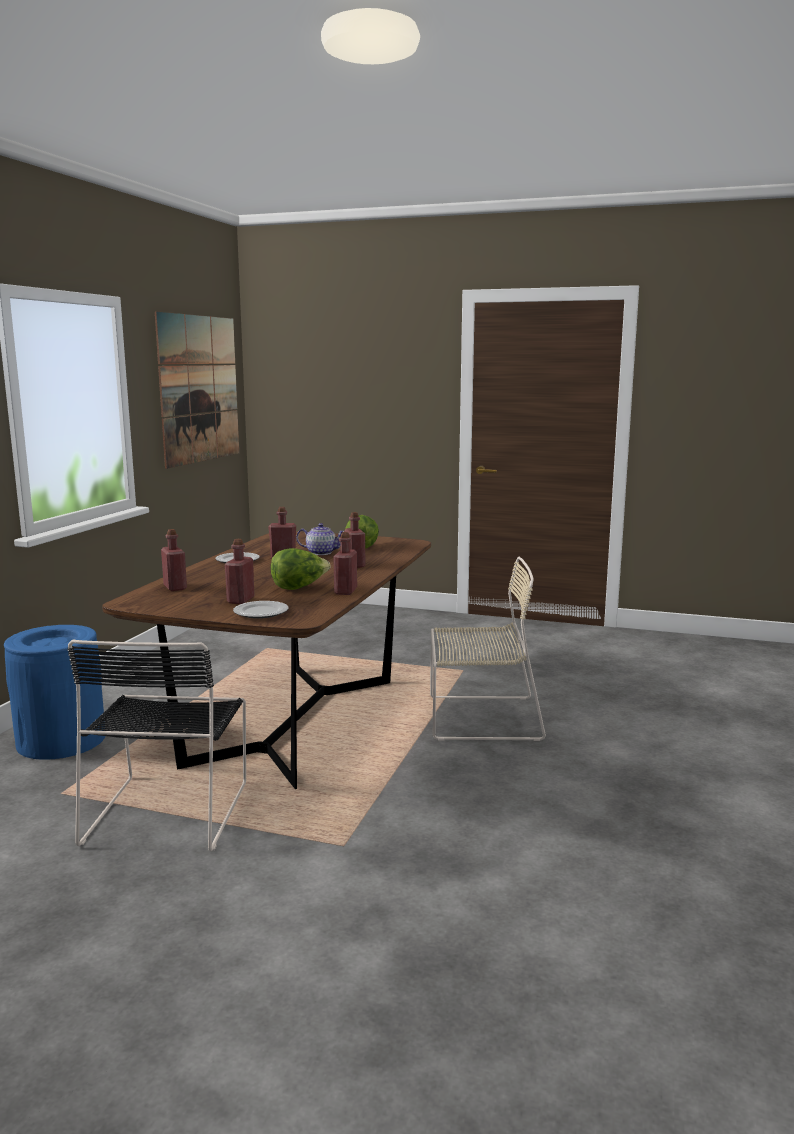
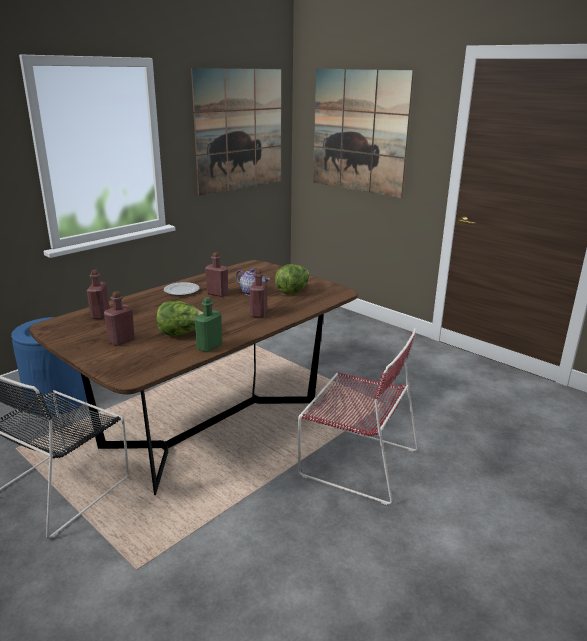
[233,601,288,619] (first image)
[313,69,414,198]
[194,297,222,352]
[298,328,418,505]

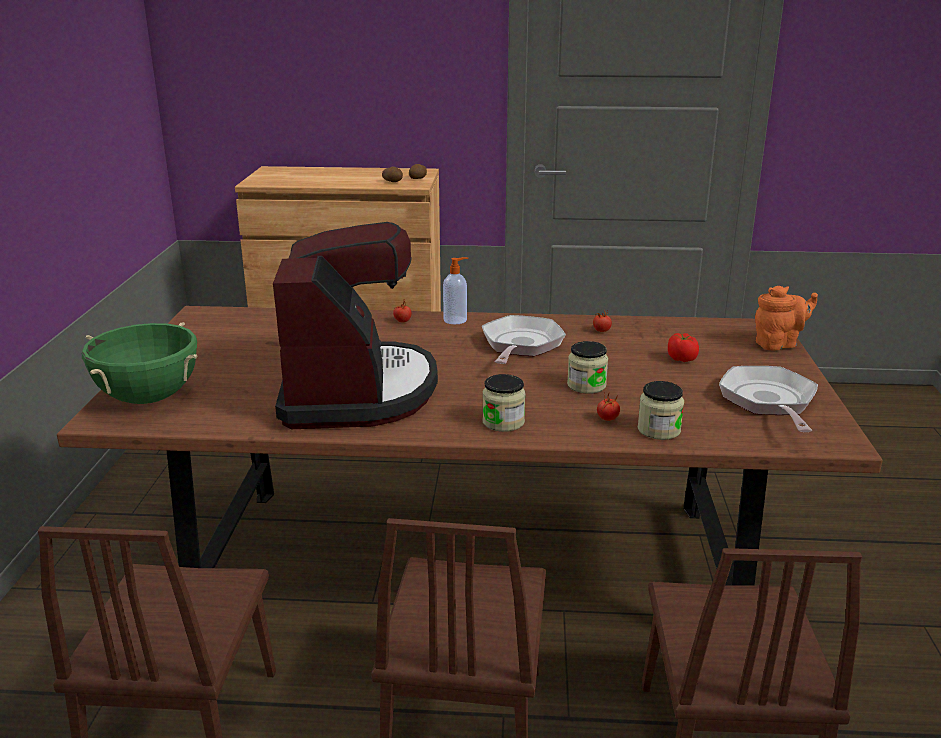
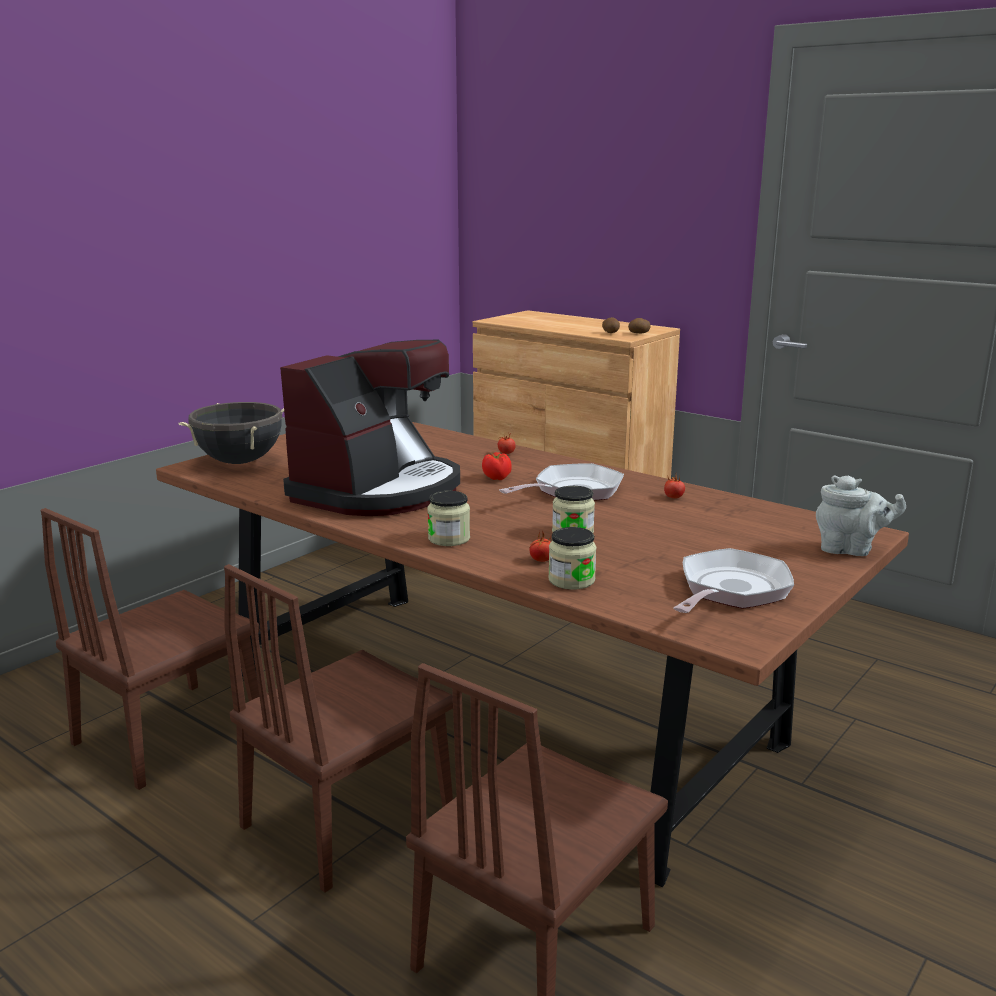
[443,257,468,324] (first image)
[482,452,512,480]
[178,402,284,464]
[816,475,906,556]

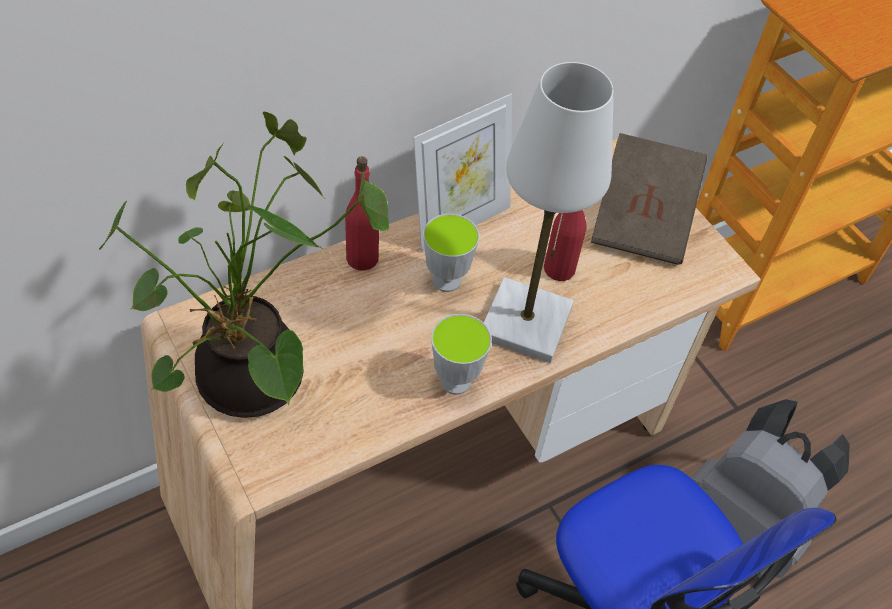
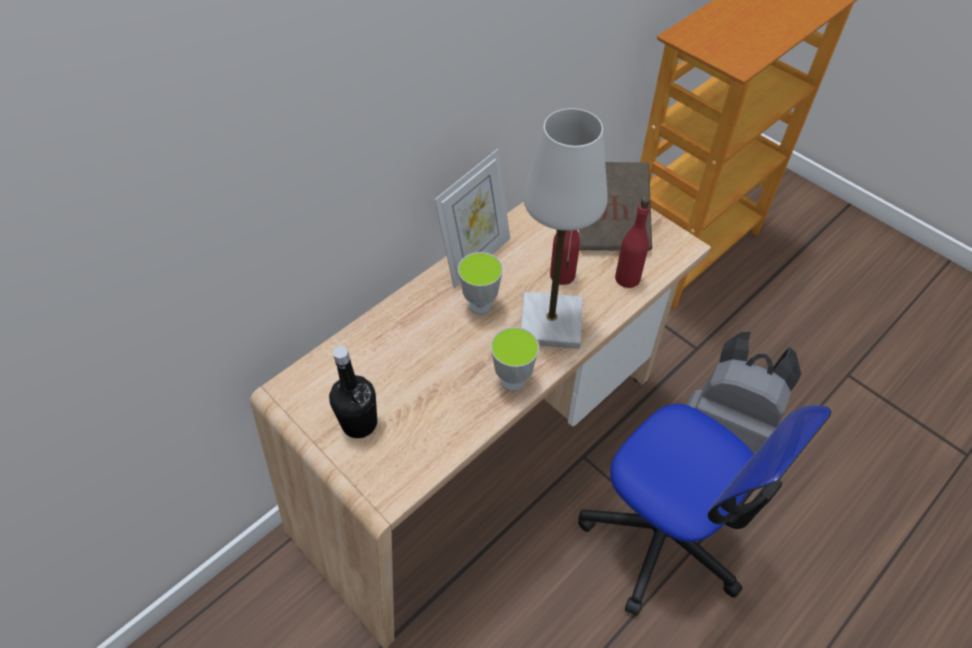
[615,197,650,288]
[329,346,377,438]

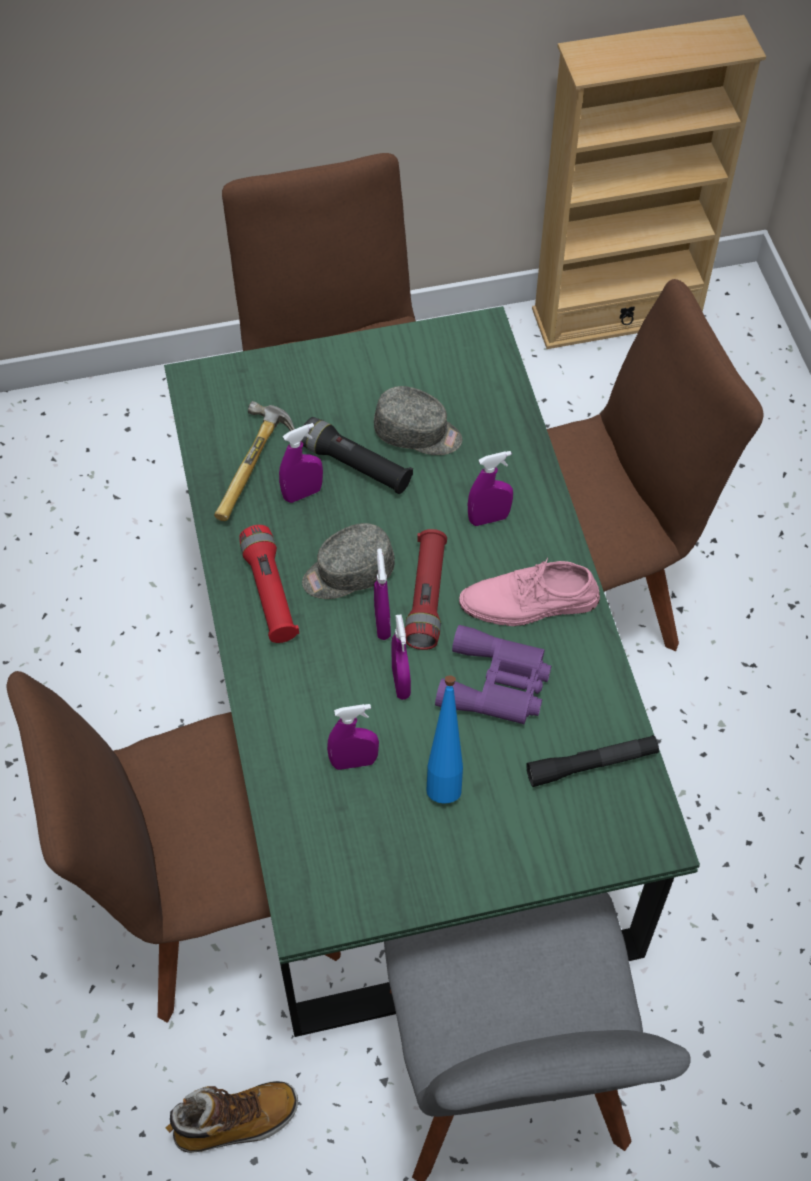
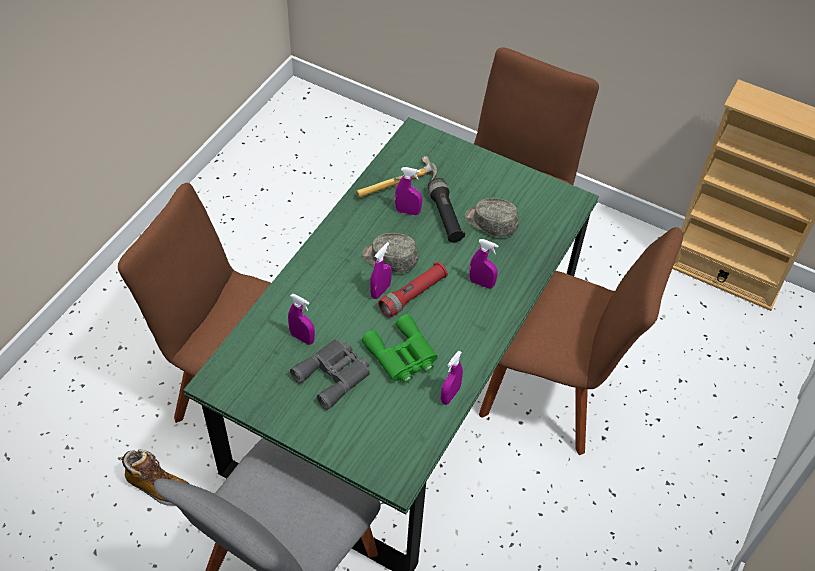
[239,525,299,643] (first image)
[459,558,600,626] (first image)
[526,735,659,787] (first image)
[441,351,463,405]
[290,339,370,410]
[362,314,438,383]
[465,198,519,237]

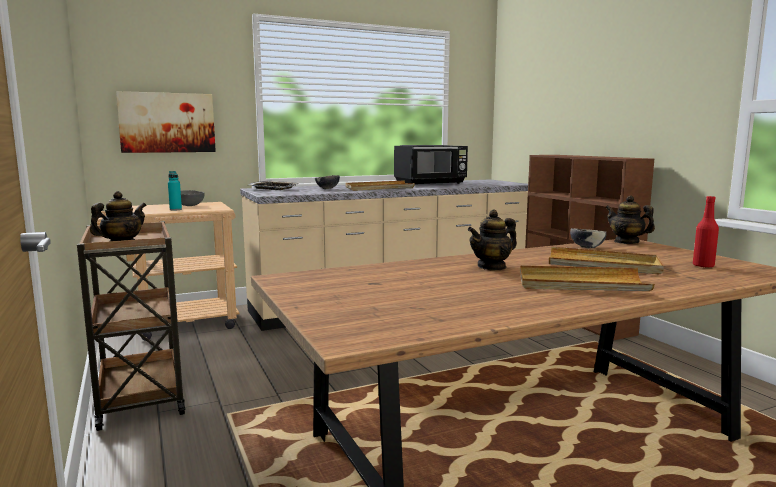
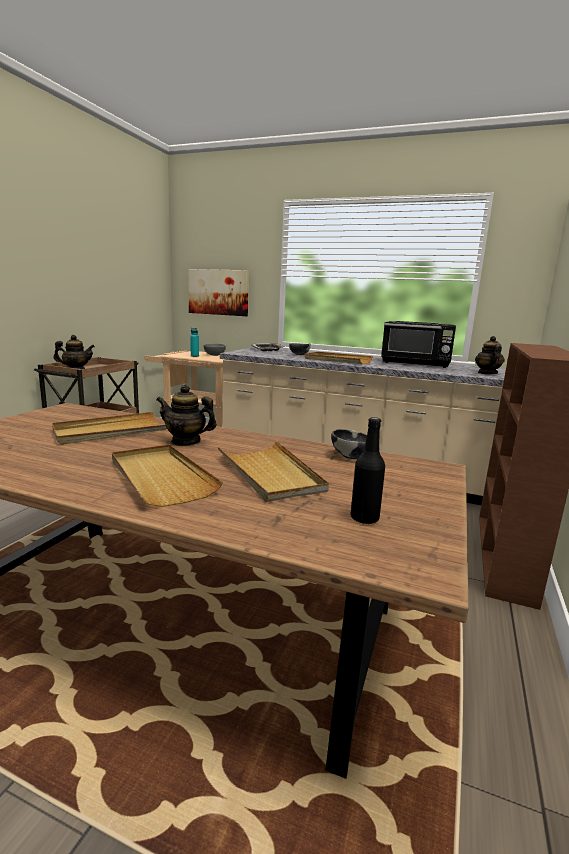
[52,412,167,445]
[475,336,505,374]
[351,417,385,524]

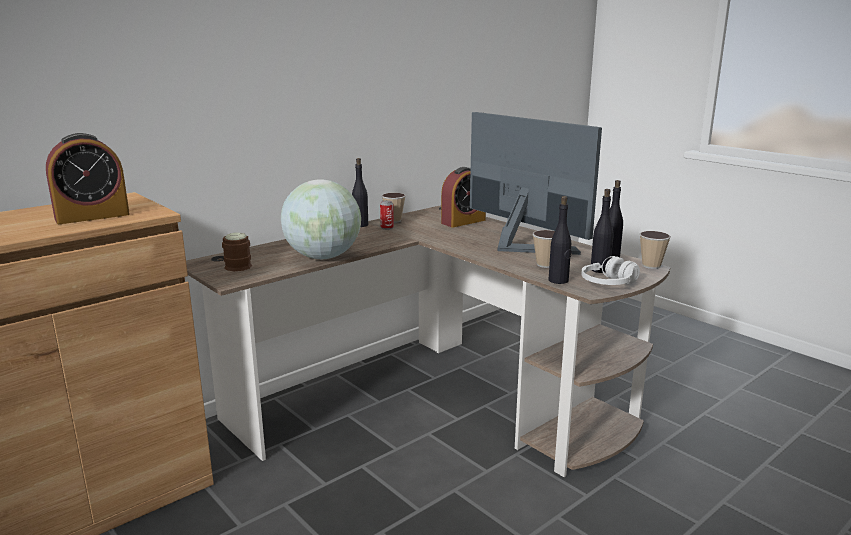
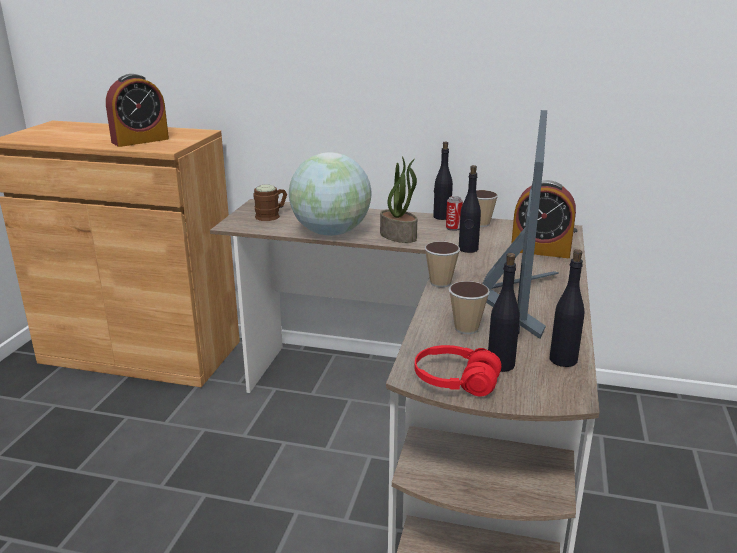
[380,156,417,243]
[459,165,481,253]
[425,241,460,287]
[414,345,501,397]
[106,74,169,147]

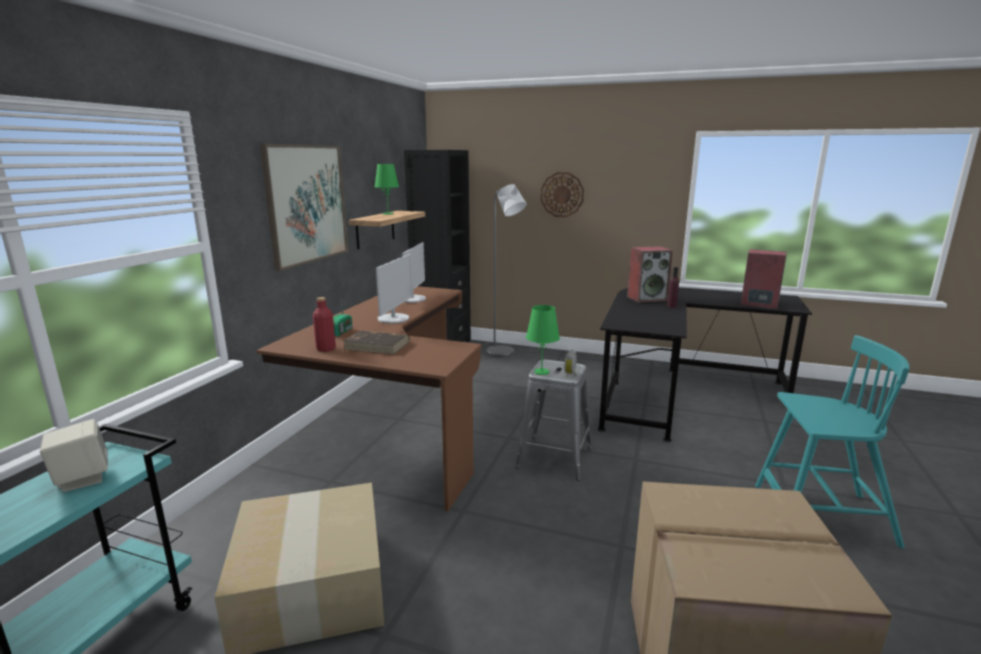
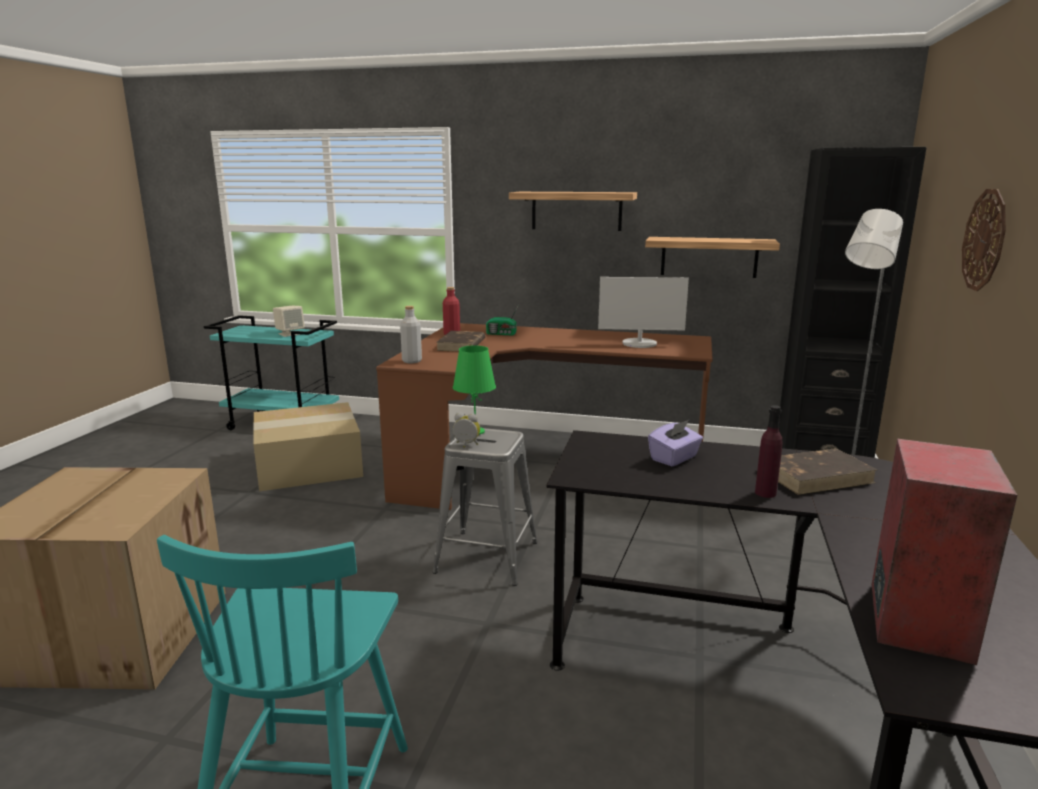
[375,164,399,215] (first image)
[376,254,413,324] (first image)
[400,306,422,363]
[648,420,703,466]
[509,192,637,231]
[778,448,877,495]

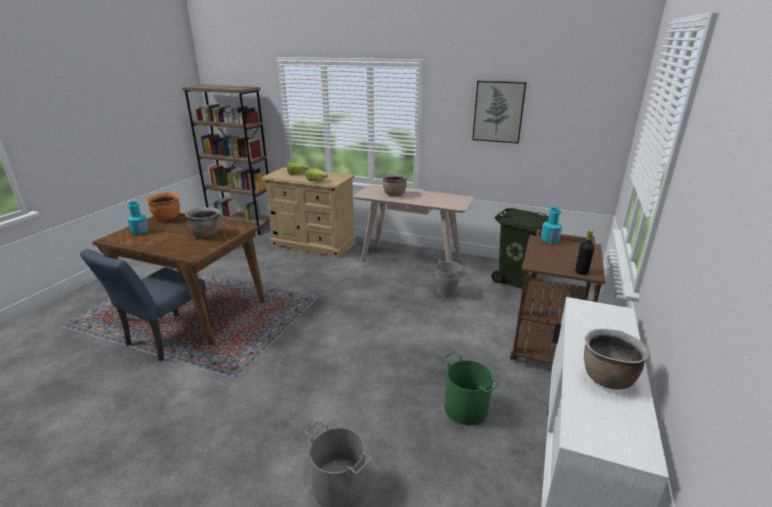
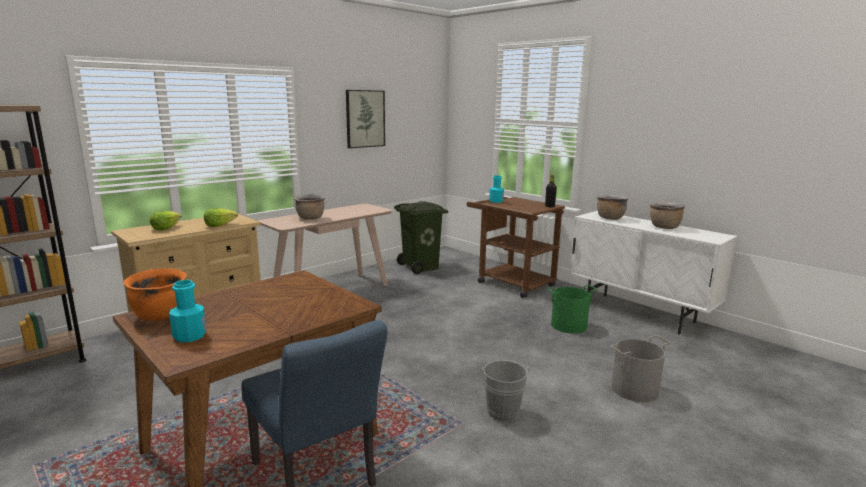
[597,194,629,220]
[482,360,529,422]

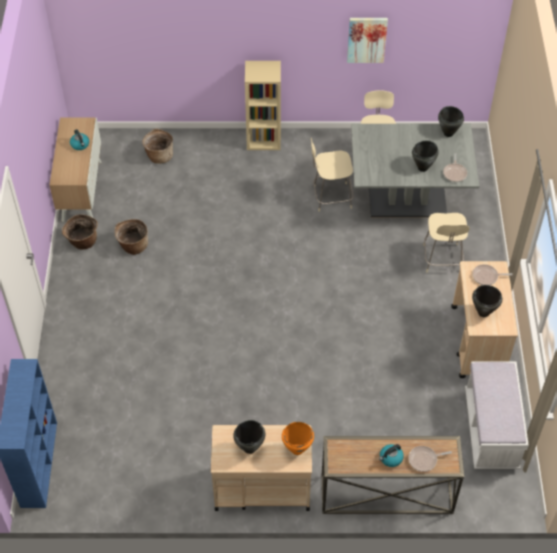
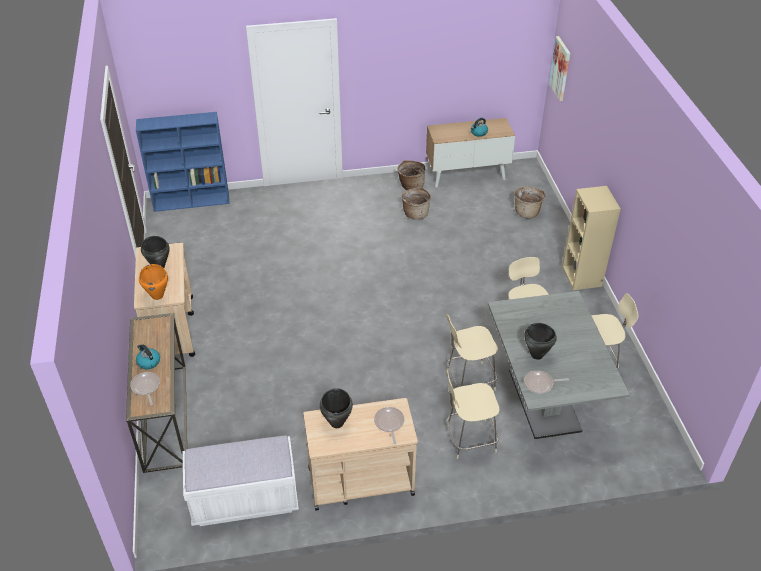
[438,106,464,137] (first image)
[446,314,498,391]
[549,36,570,101]

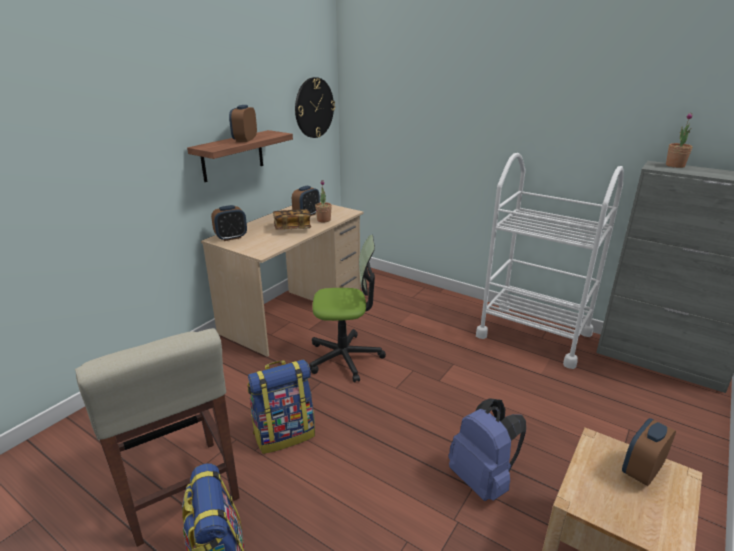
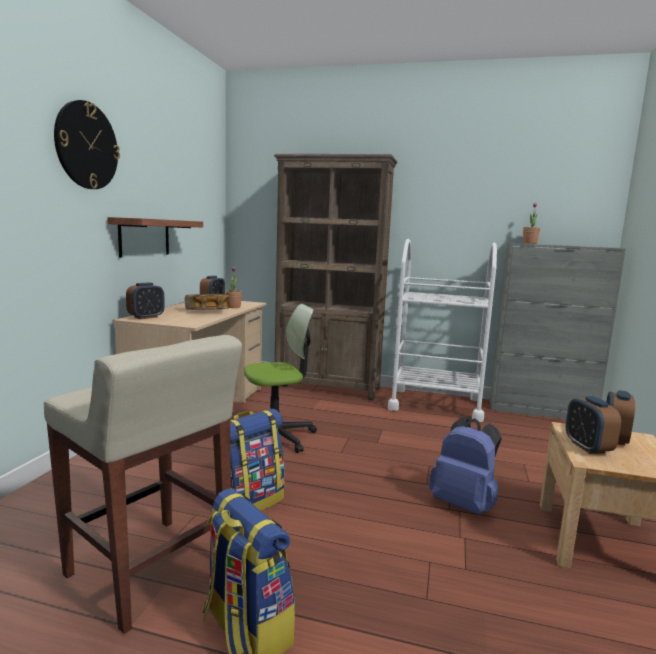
[274,154,398,400]
[566,396,621,454]
[54,100,120,189]

